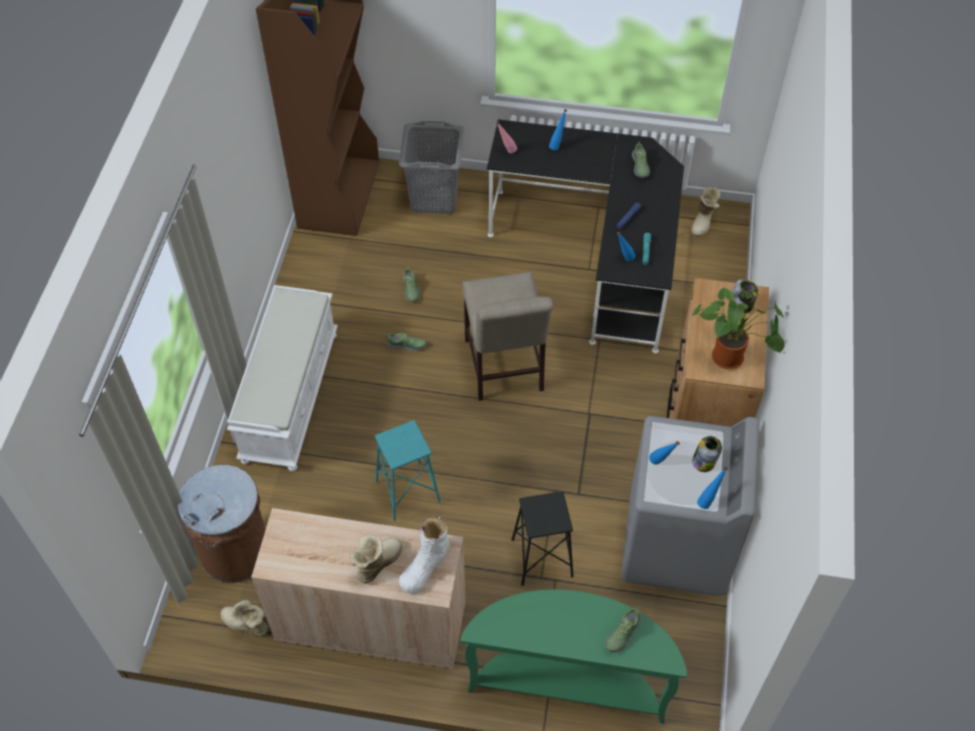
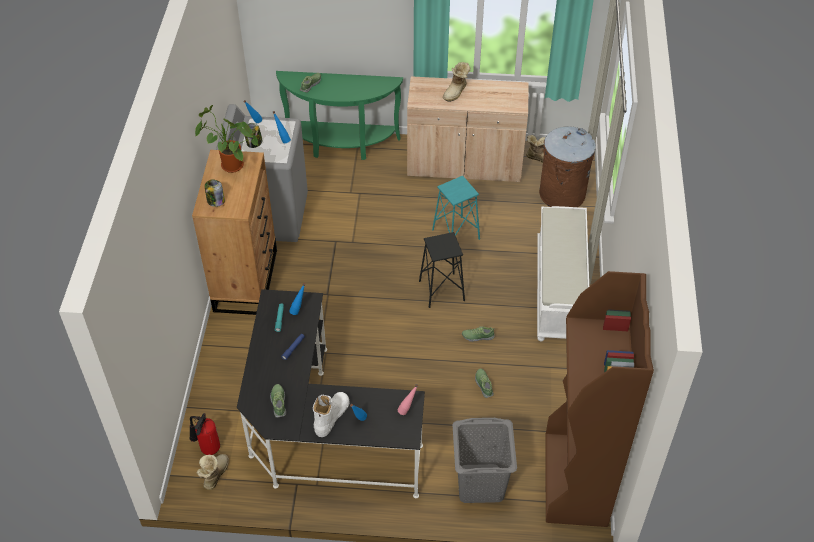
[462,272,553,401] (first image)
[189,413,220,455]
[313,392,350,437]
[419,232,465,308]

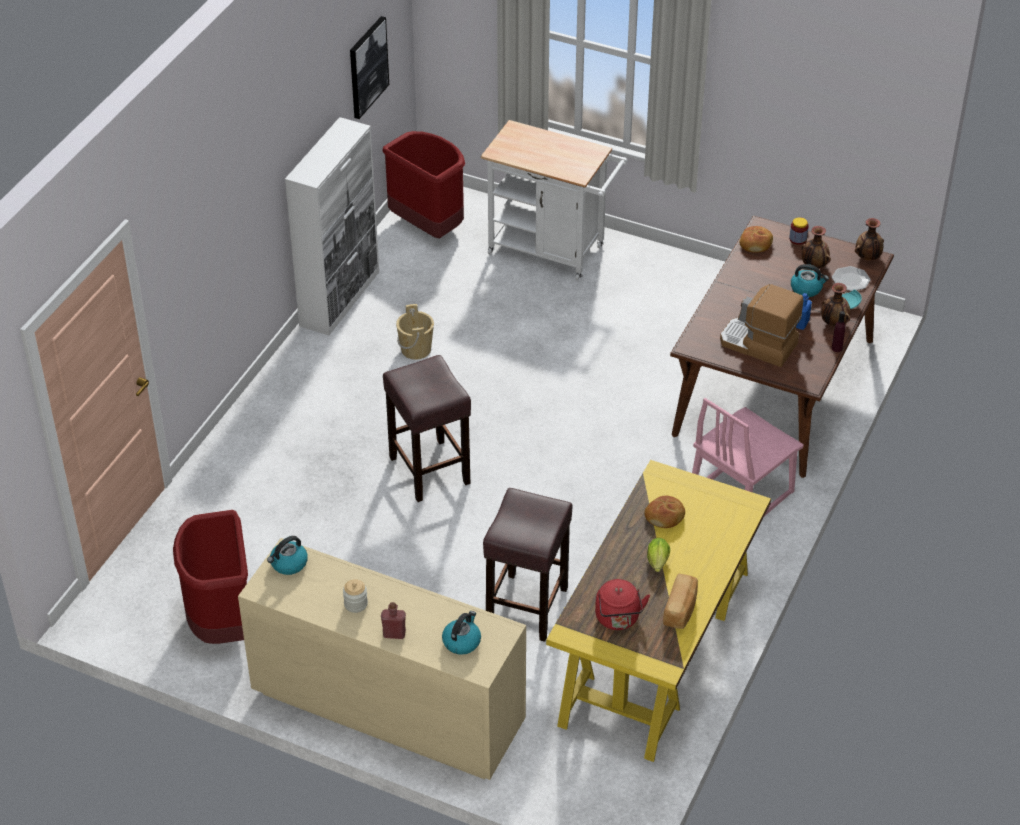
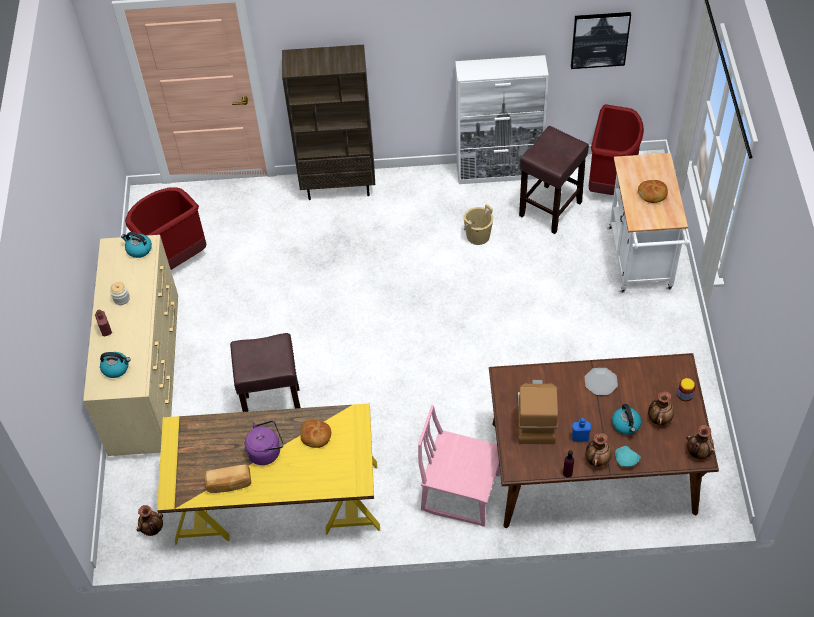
[595,579,650,630] (first image)
[137,505,163,536]
[282,45,375,200]
[519,126,589,234]
[638,180,668,203]
[585,368,618,395]
[245,420,284,465]

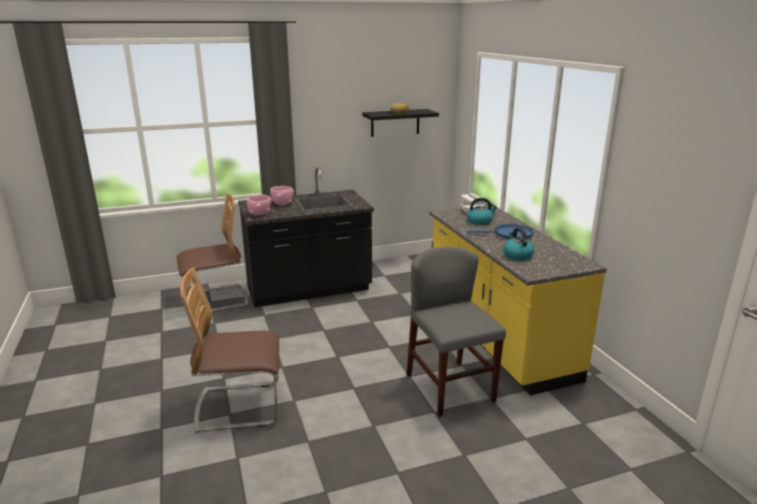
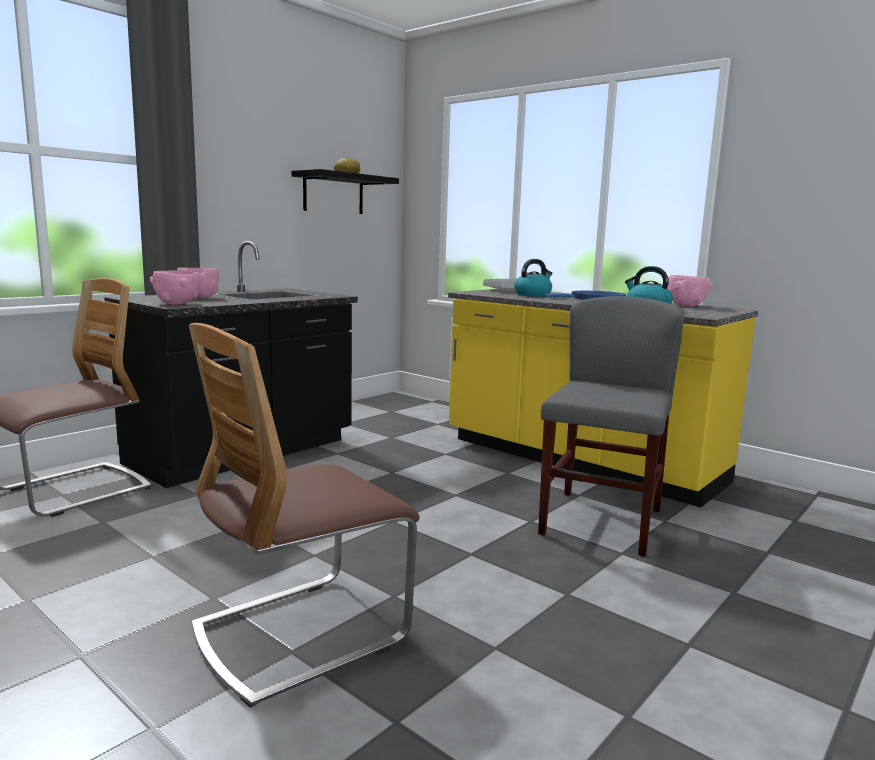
[667,275,712,306]
[538,296,684,557]

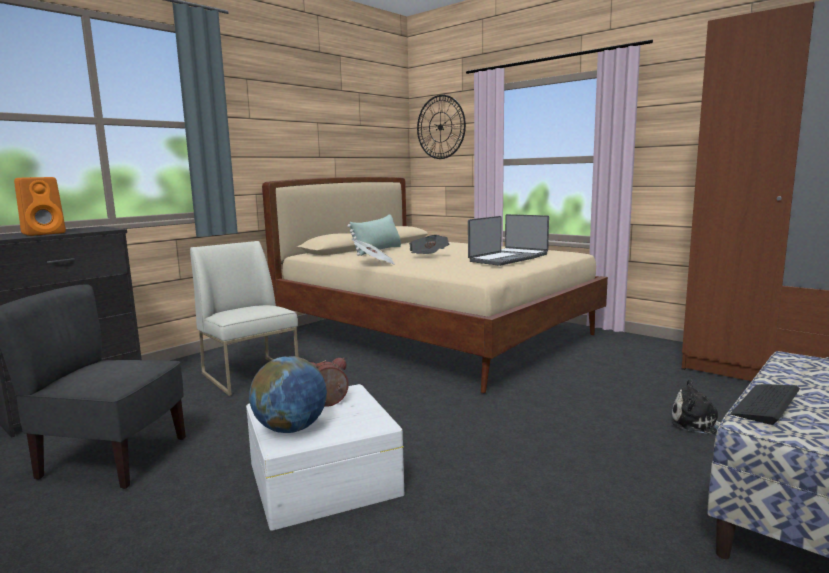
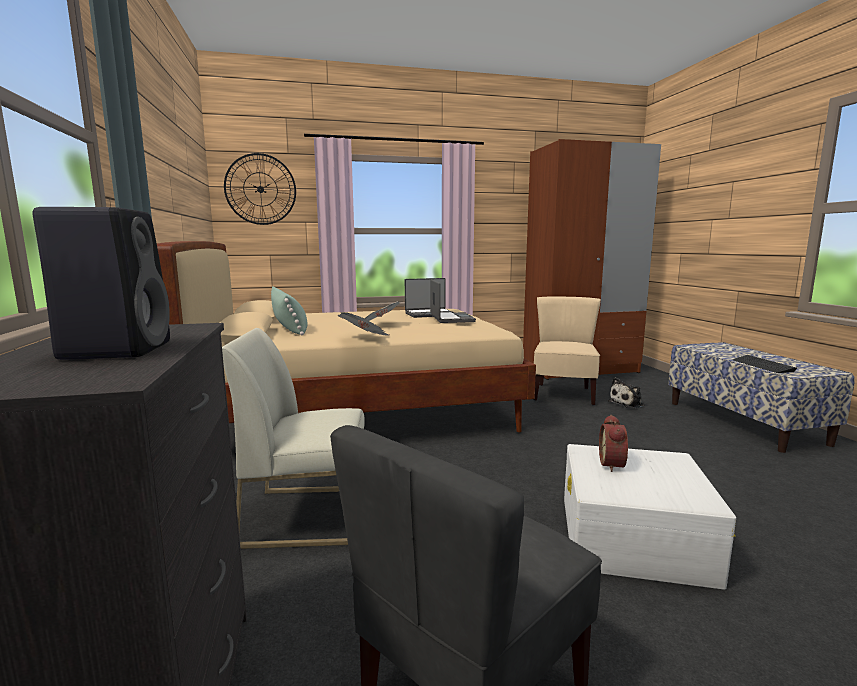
[249,356,327,433] (first image)
[534,297,601,406]
[33,207,170,360]

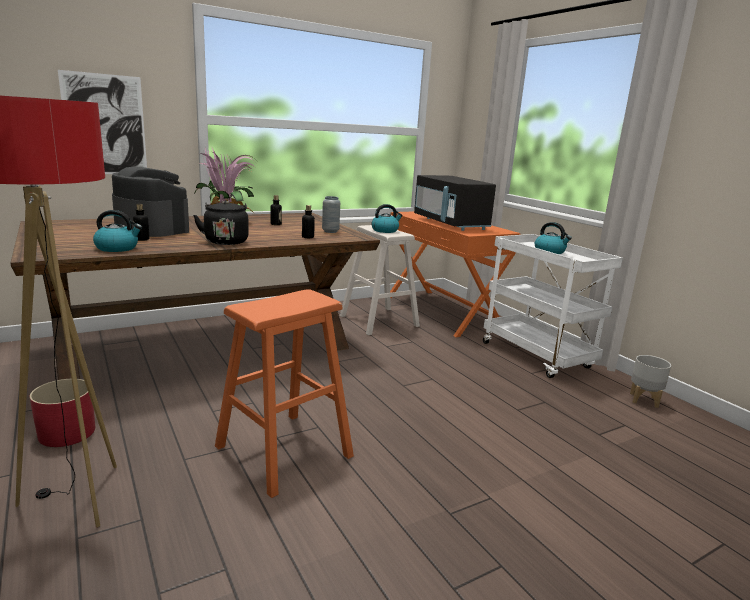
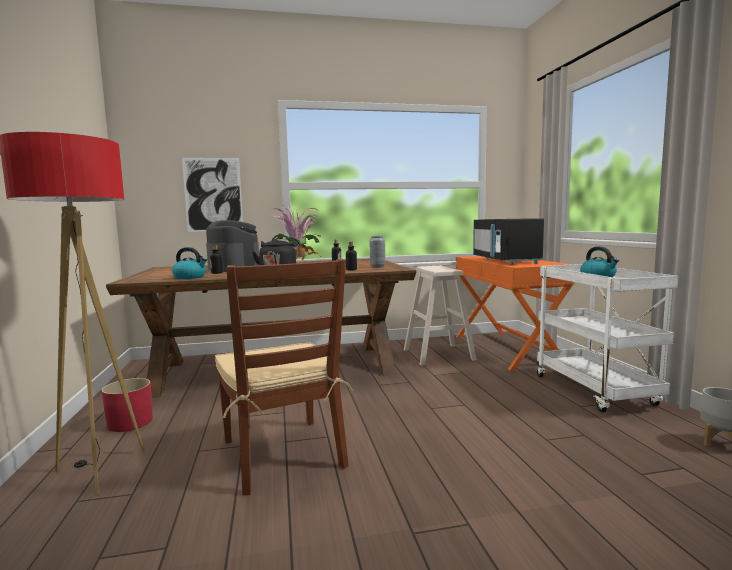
[372,204,403,233] (first image)
[215,259,353,495]

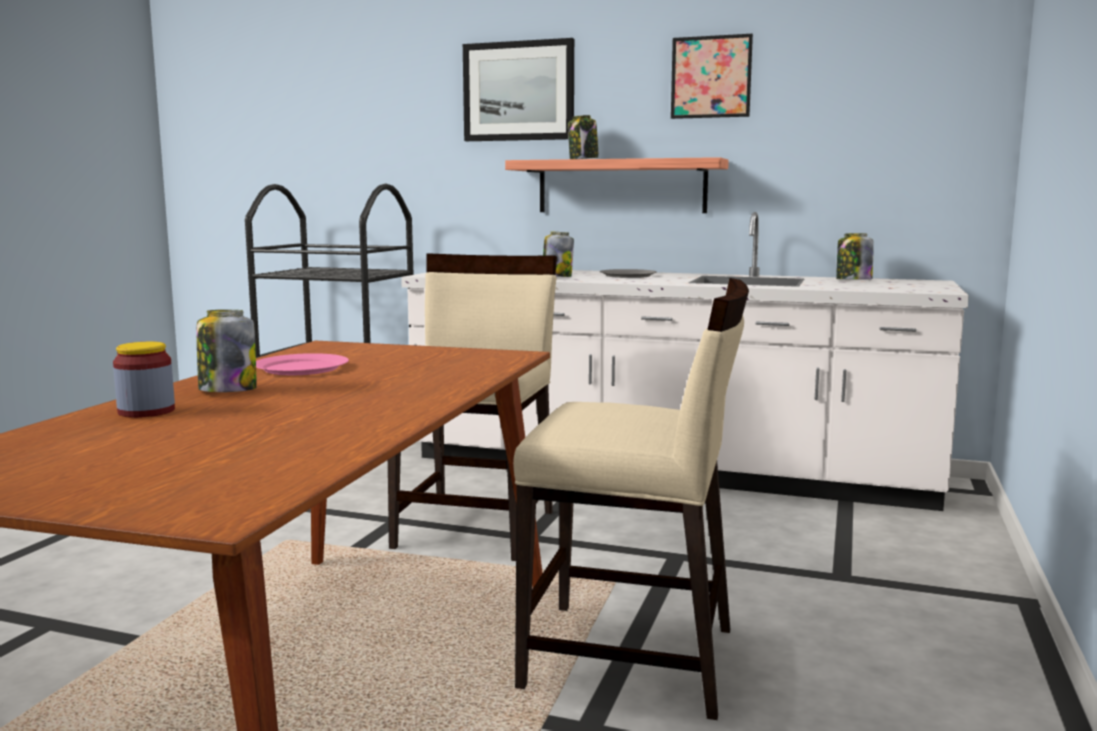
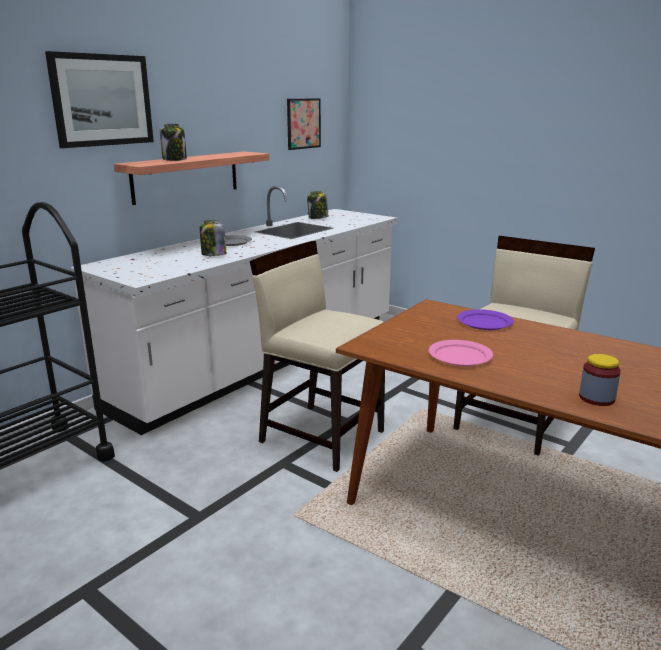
[197,310,257,392] (first image)
[457,309,514,330]
[287,98,321,150]

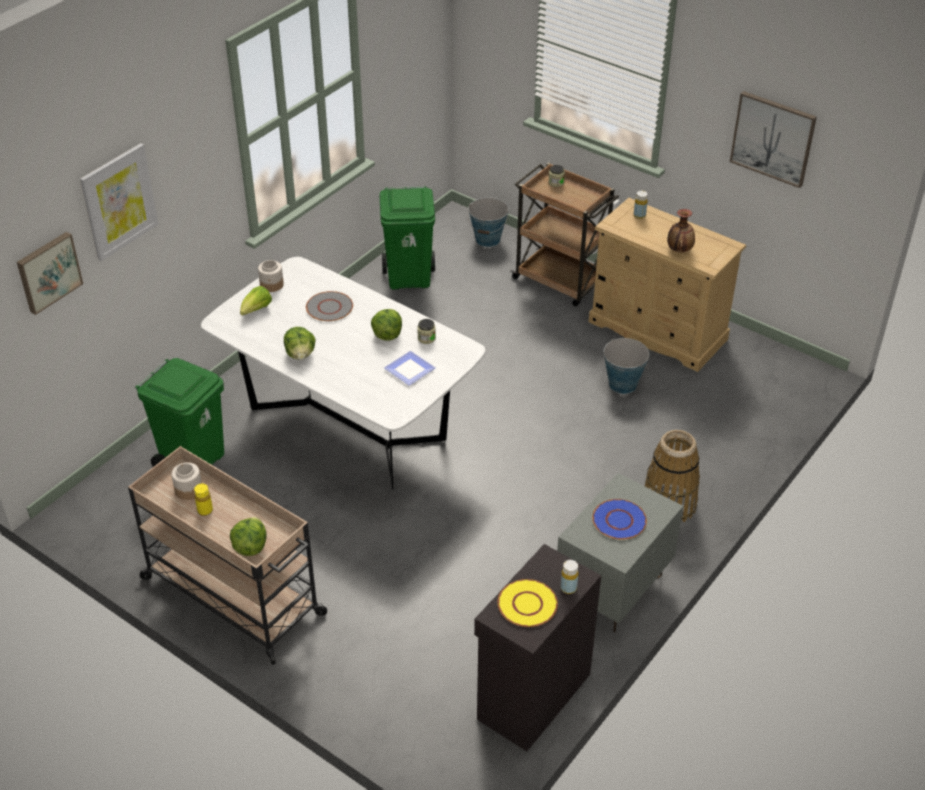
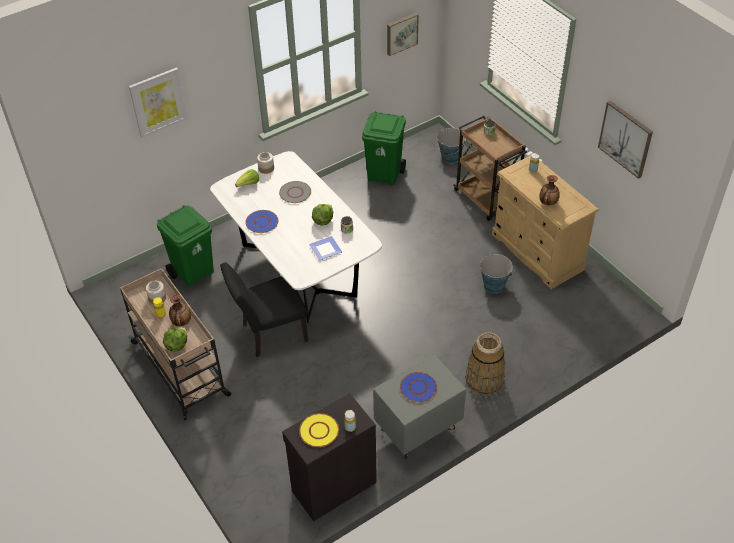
[169,295,191,326]
[220,262,308,357]
[387,13,419,56]
[245,210,278,233]

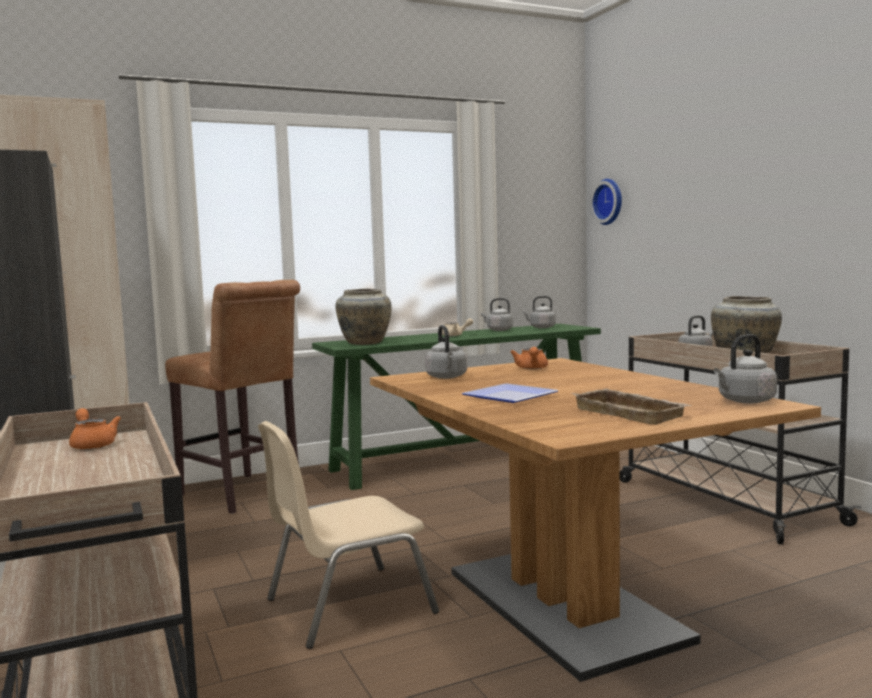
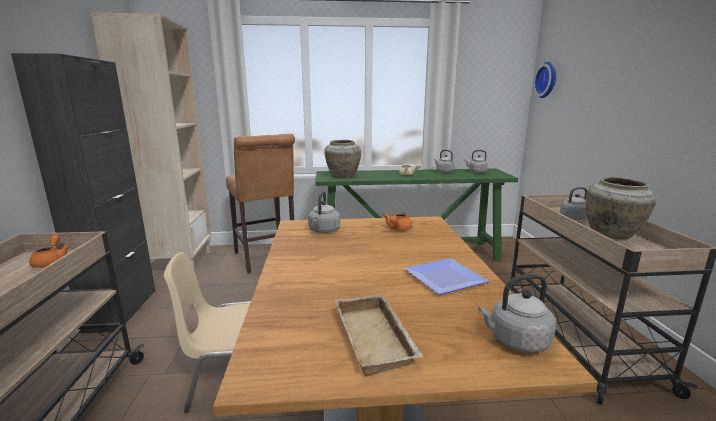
[404,258,490,295]

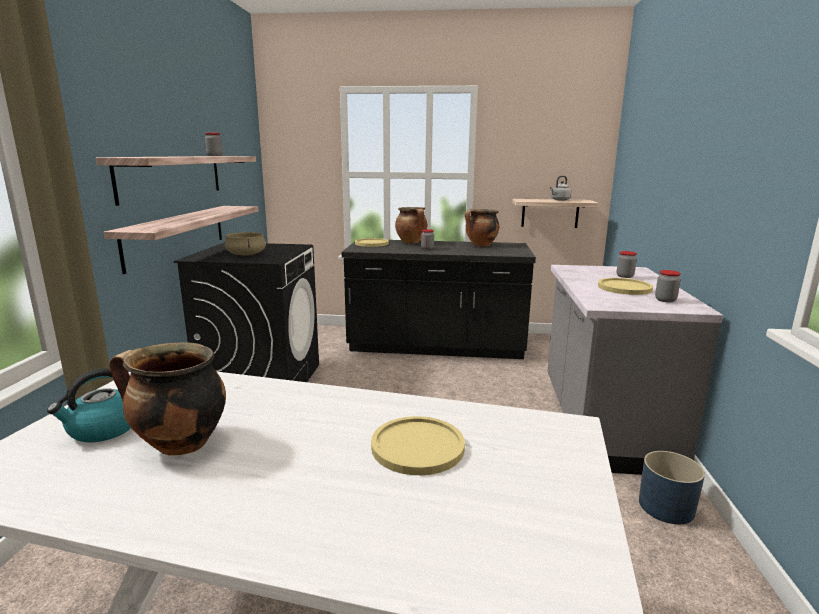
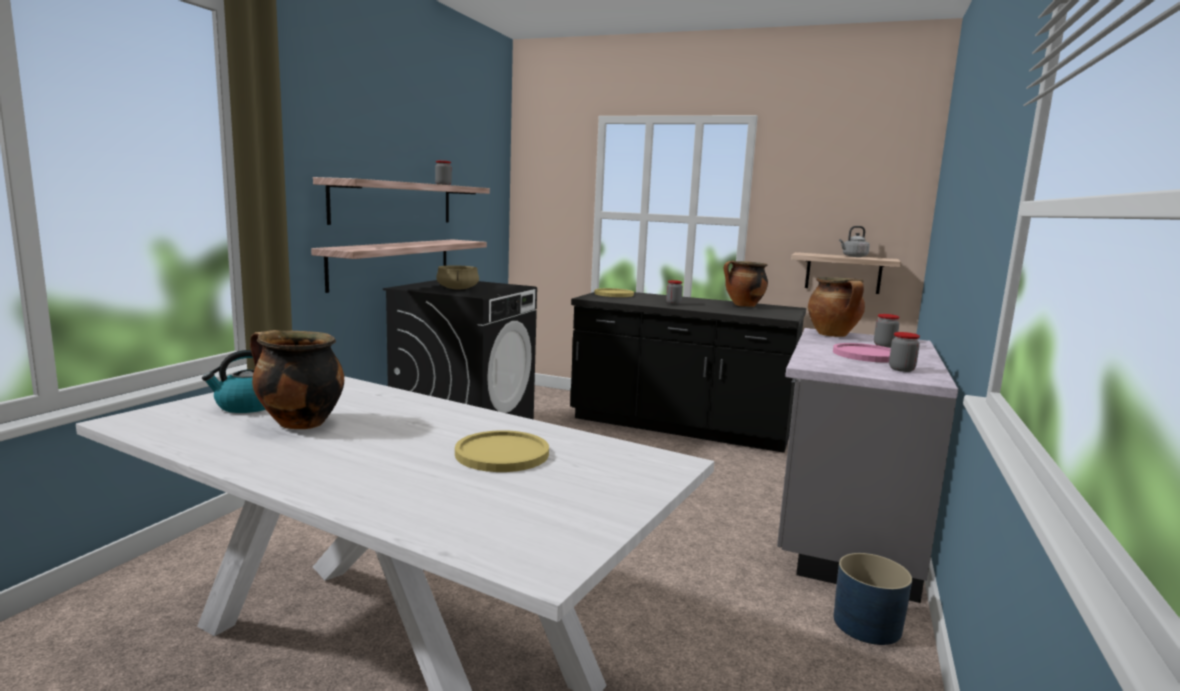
[808,277,865,337]
[833,343,891,362]

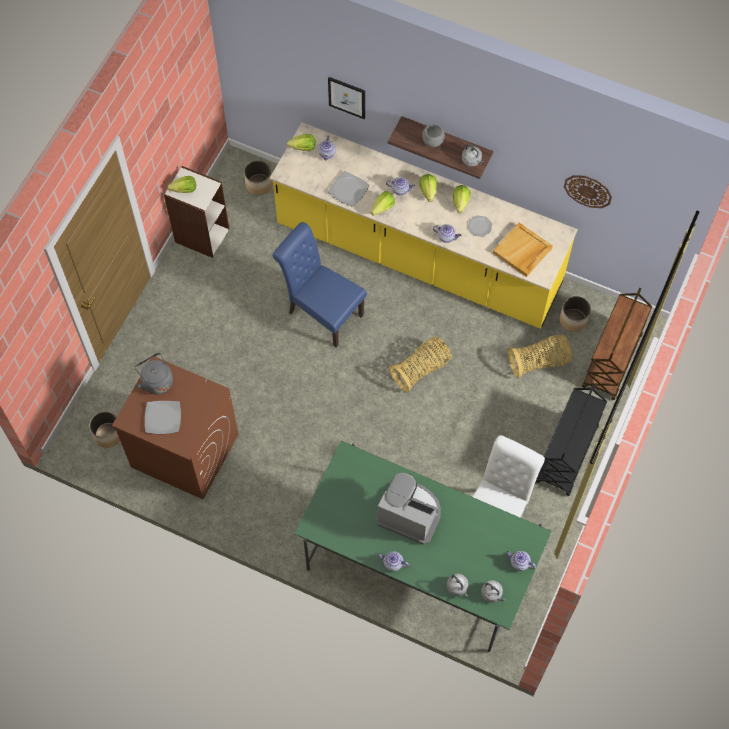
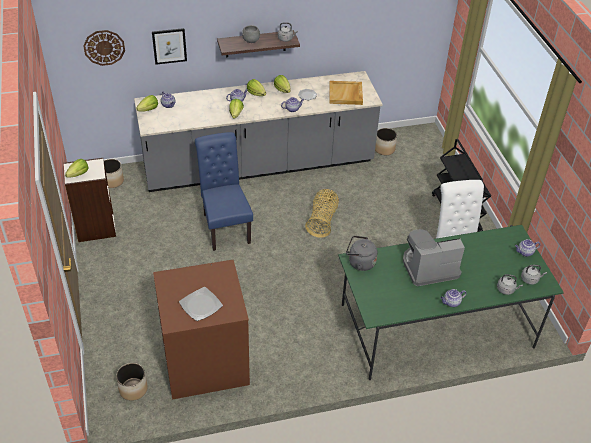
[328,171,369,207] (first image)
[508,335,572,378] (first image)
[582,288,652,400] (first image)
[346,236,378,271]
[83,30,125,66]
[134,71,383,192]
[195,132,253,251]

